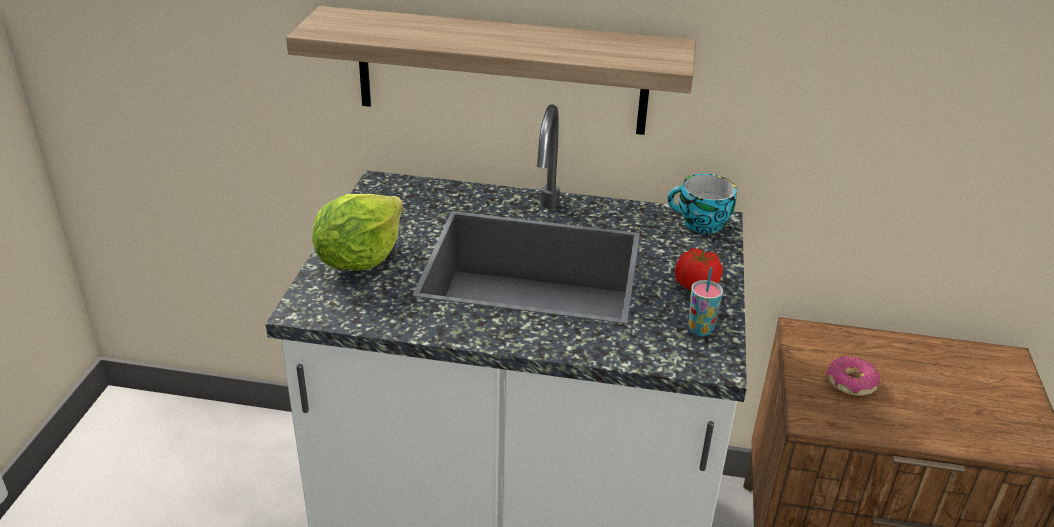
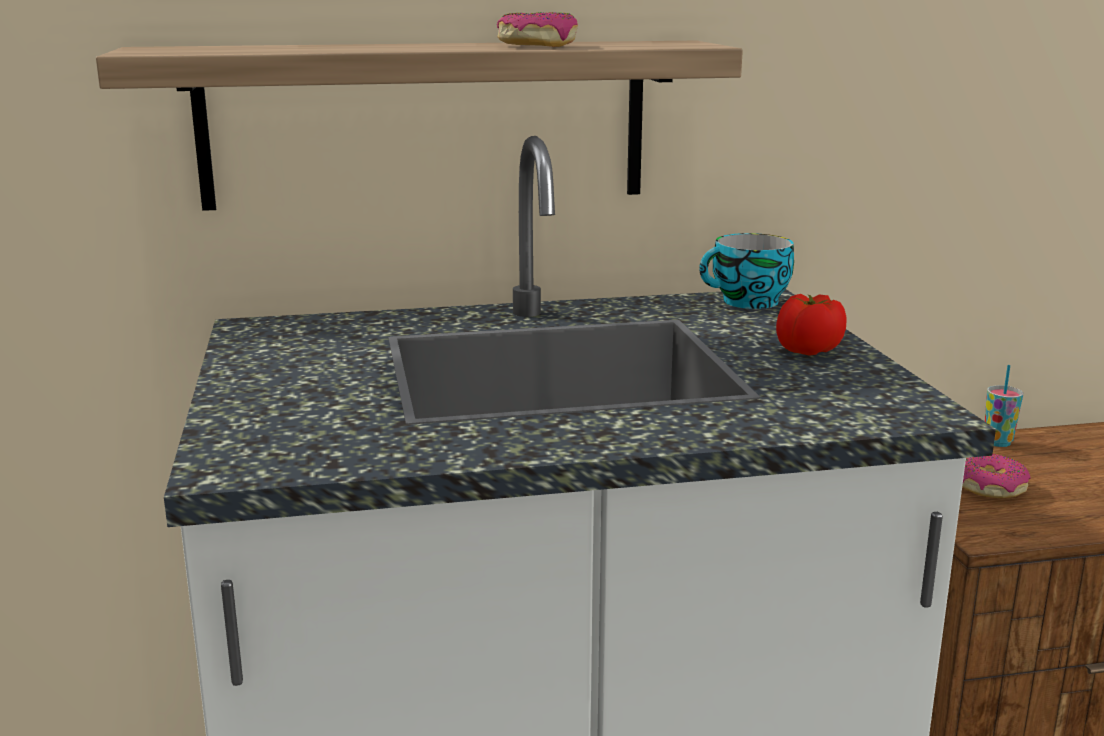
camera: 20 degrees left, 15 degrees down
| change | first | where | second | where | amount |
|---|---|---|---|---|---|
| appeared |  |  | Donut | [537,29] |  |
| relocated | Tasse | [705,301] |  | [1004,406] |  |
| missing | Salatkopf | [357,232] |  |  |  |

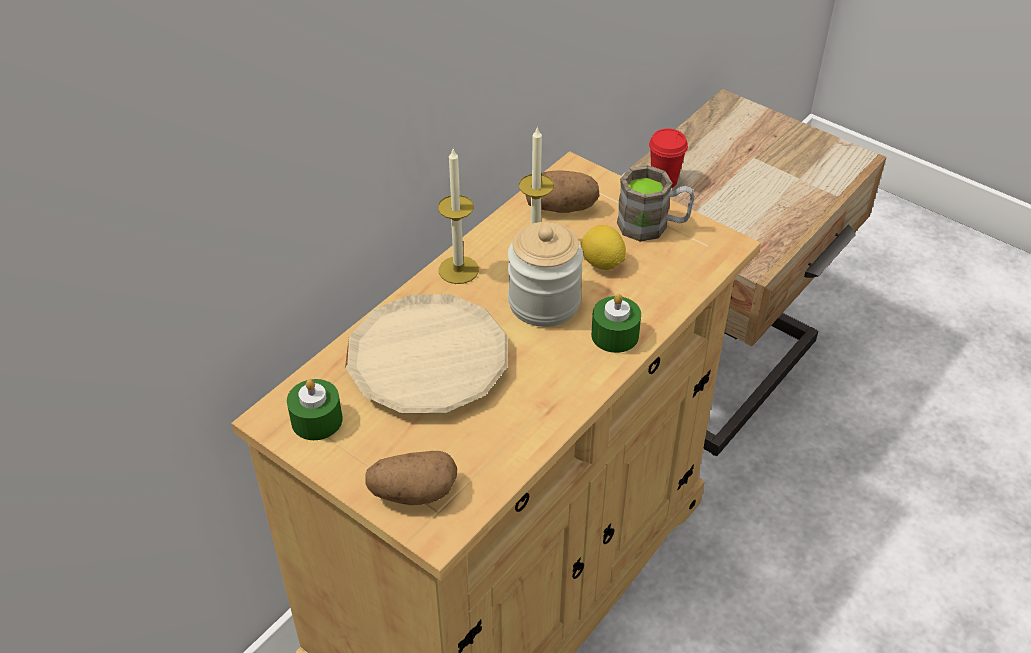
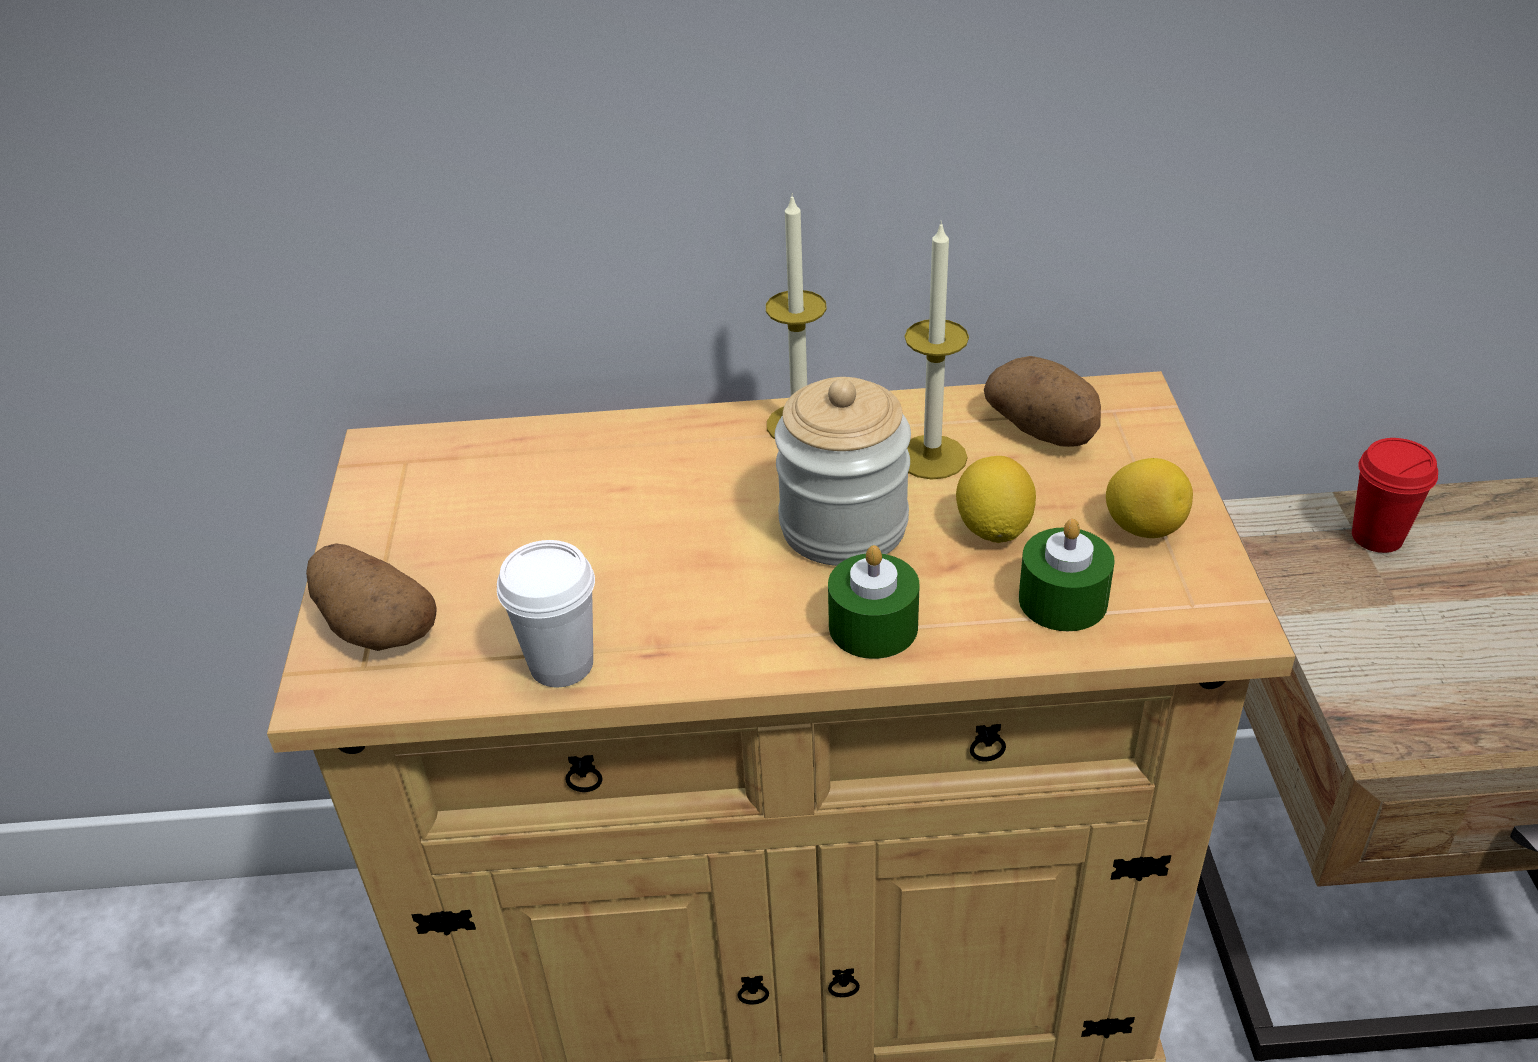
camera: 50 degrees right, 5 degrees down
| change | first | where | second | where | amount |
|---|---|---|---|---|---|
| appeared |  |  | Tasse/weiß | [546,613] |  |
| relocated | Kerze/grün | [314,409] |  | [1067,575] |  |
| exchanged | Henkelbecher/braun | [656,203] | Zitrone | [1149,498] |  |
| missing | Teller/beige | [426,354] |  |  |  |

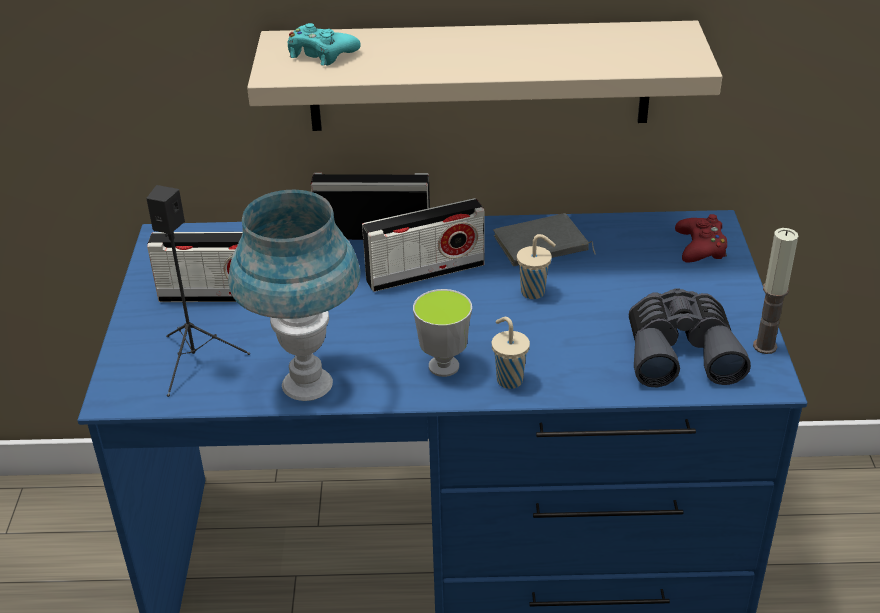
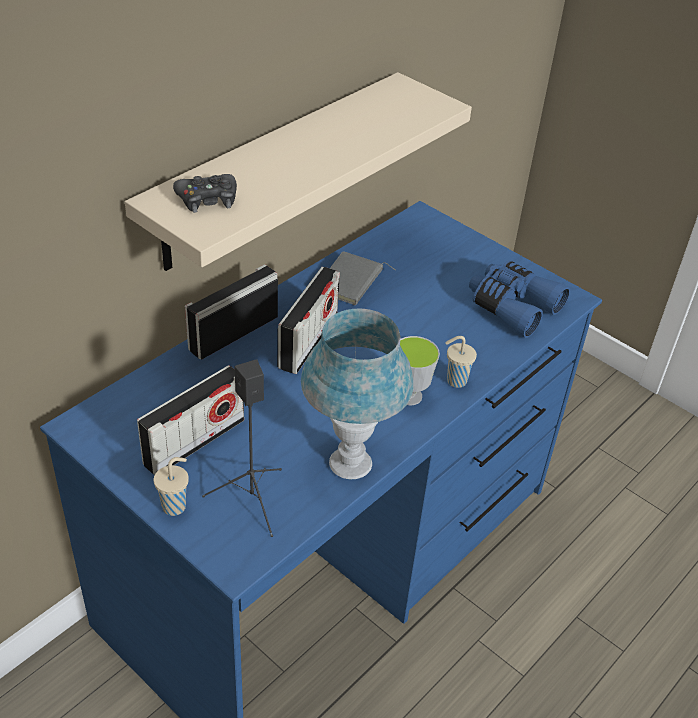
camera: 50 degrees left, 5 degrees up
| change | first | where | second | where | amount |
|---|---|---|---|---|---|
| relocated | Tasse/beige | [536,266] |  | [171,486] |  |
| colour | Gamepad/türkis | [324,44] | Gamepad/schwarz | [205,193] |  |
| colour | Fernglas/grau | [690,337] | Fernglas/blau | [519,299] |  |
| missing | Gamepad/rot | [701,238] |  |  |  |
| missing | Kerze | [775,291] |  |  |  |

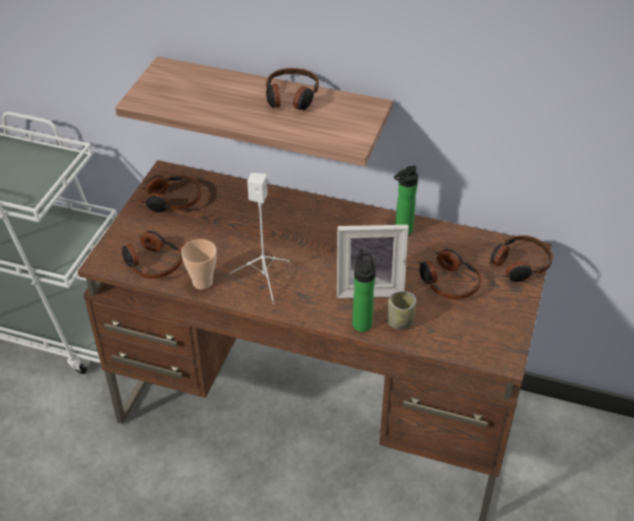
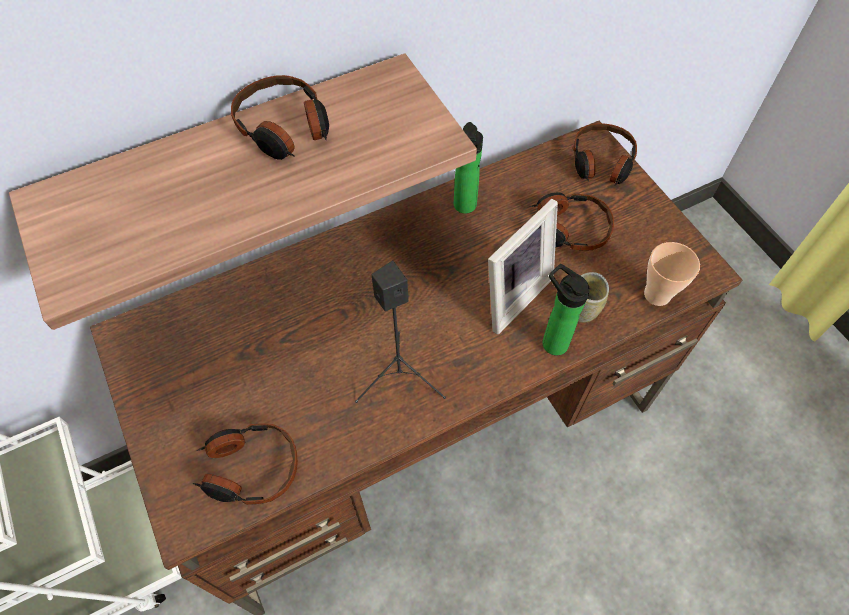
camera: 45 degrees left, 15 degrees up
| change | first | where | second | where | amount |
|---|---|---|---|---|---|
| colour | Lautsprecher/weiß | [260,238] | Lautsprecher/schwarz | [400,331] |  |
| relocated | Tasse | [199,264] |  | [672,274] |  |
| missing | Kopfhörer | [171,193] |  |  |  |

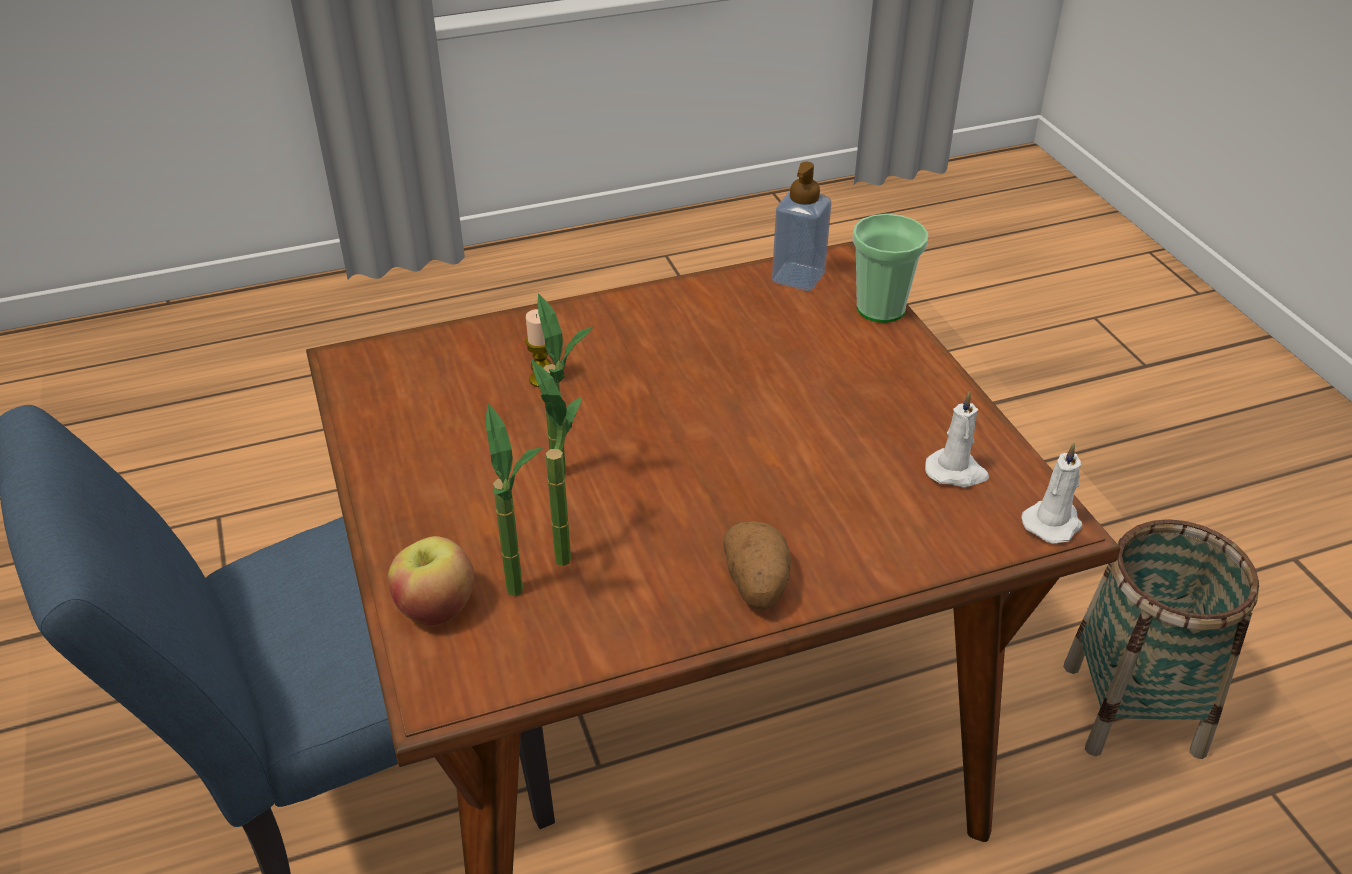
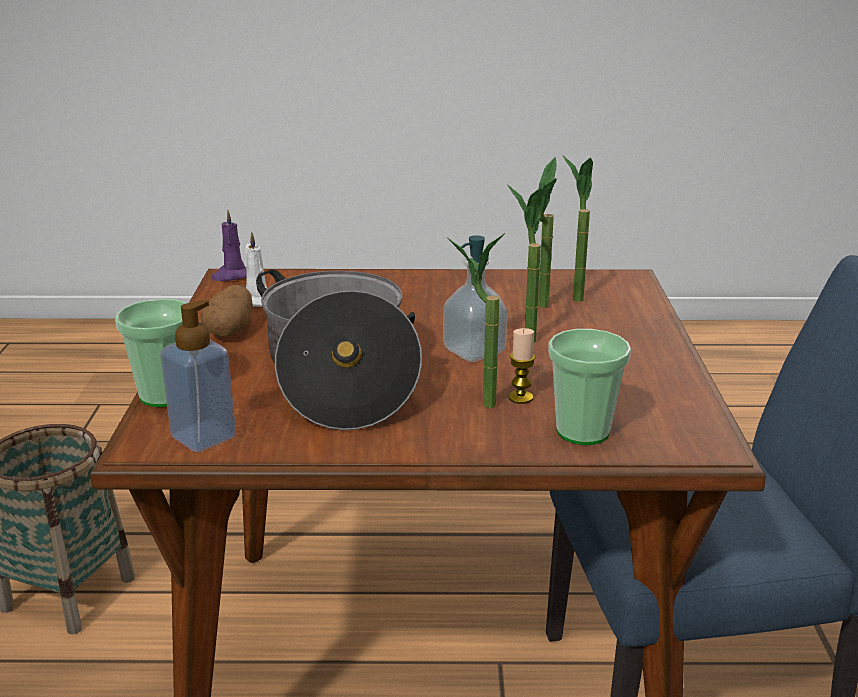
camera: 160 degrees left, 15 degrees down
| change | first | where | second | where | amount |
|---|---|---|---|---|---|
| relocated | Kartoffel | [757,565] |  | [226,311] |  |
| colour | Kerze/weiß | [1052,493] | Kerze/lila | [229,245] |  |
| appeared |  |  | Kochtopf | [339,349] |  |
| appeared |  |  | Seifenspender | [475,298] |  |
| appeared |  |  | Topfpflanze | [476,320] |  |
| appeared |  |  | Tasse | [589,387] |  |
| missing | Apfel | [431,580] |  |  |  |

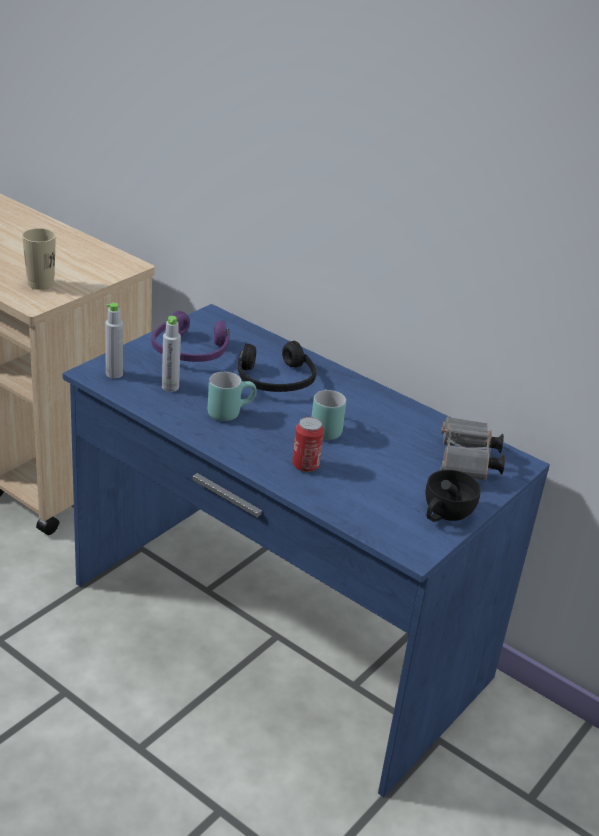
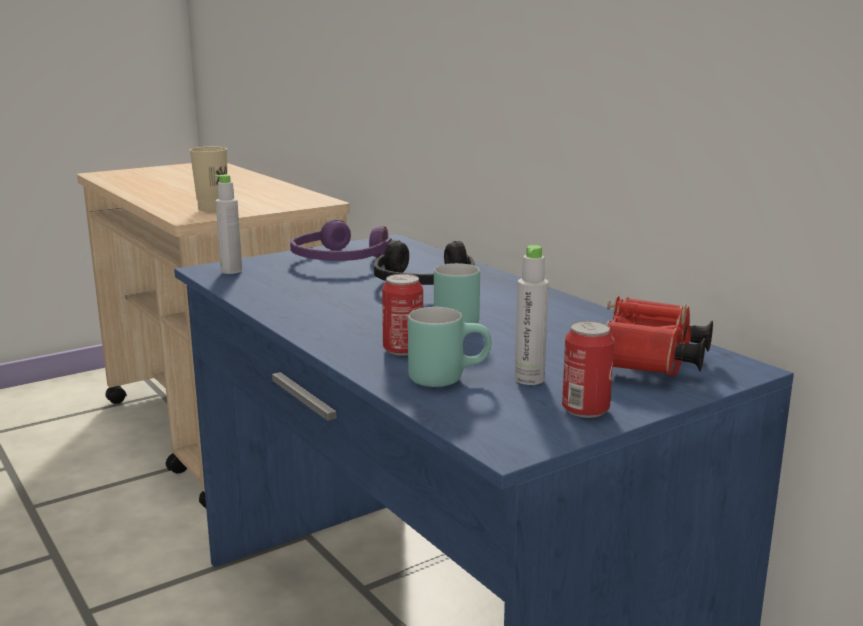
camera: 20 degrees right, 15 degrees down
| change | first | where | second | where | amount |
|---|---|---|---|---|---|
| relocated | Henkelbecher/türkis | [232,396] |  | [449,347] |  |
| relocated | Flasche/grau | [171,354] |  | [532,315] |  |
| exchanged | Tasse/schwarz | [453,496] | Dose | [588,369] |  |
| colour | Fernglas/grau | [472,449] | Fernglas/rot | [659,336] |  |

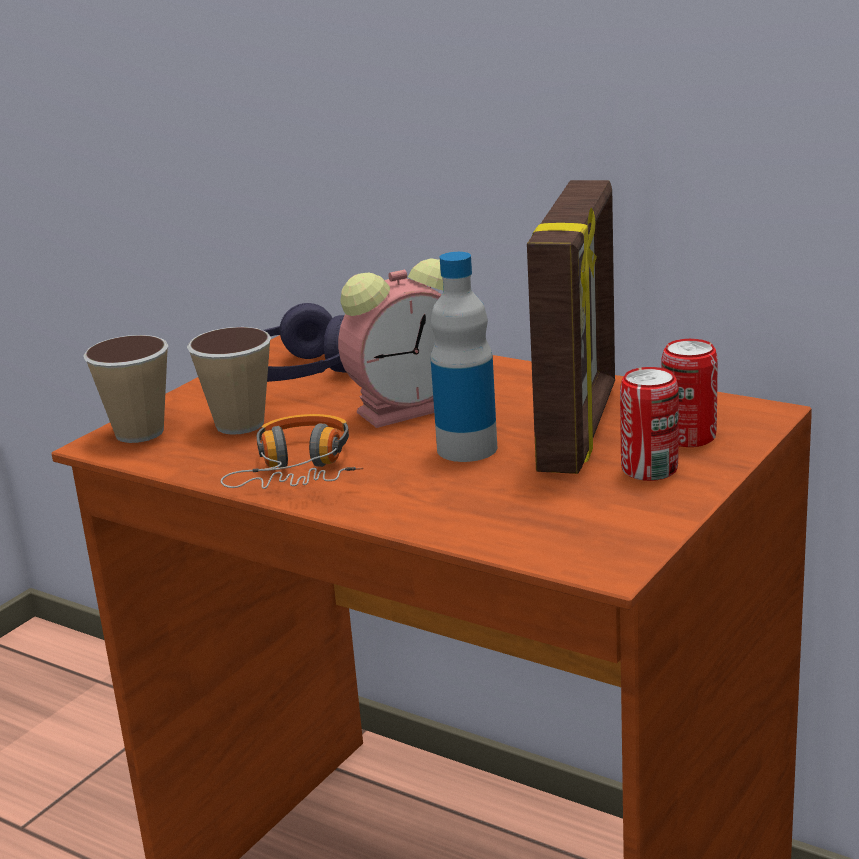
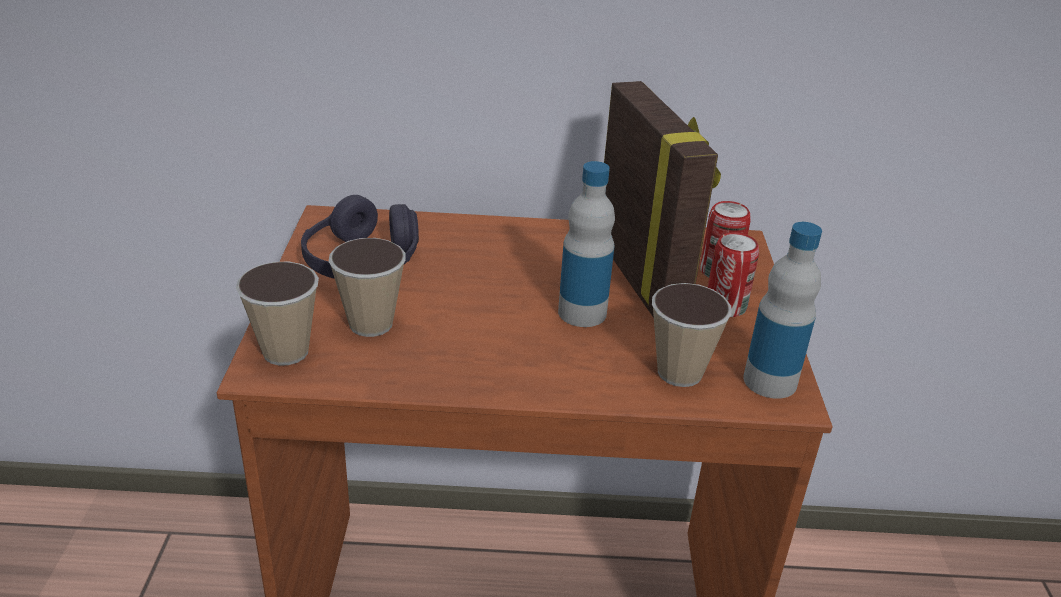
camera: 35 degrees left, 10 degrees up
| change | first | where | second | where | amount |
|---|---|---|---|---|---|
| appeared |  |  | Tasse | [692,335] |  |
| appeared |  |  | Flasche | [782,310] |  |
| missing | Kopfhörer | [292,451] |  |  |  |
| missing | Wecker | [390,343] |  |  |  |

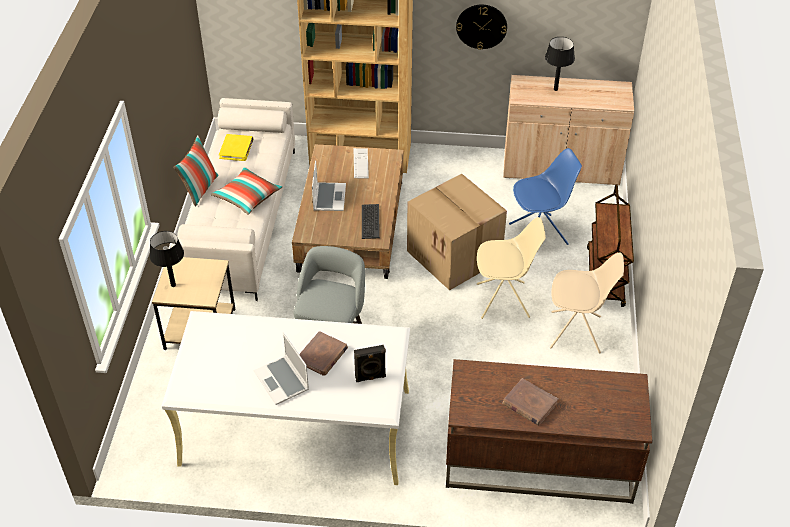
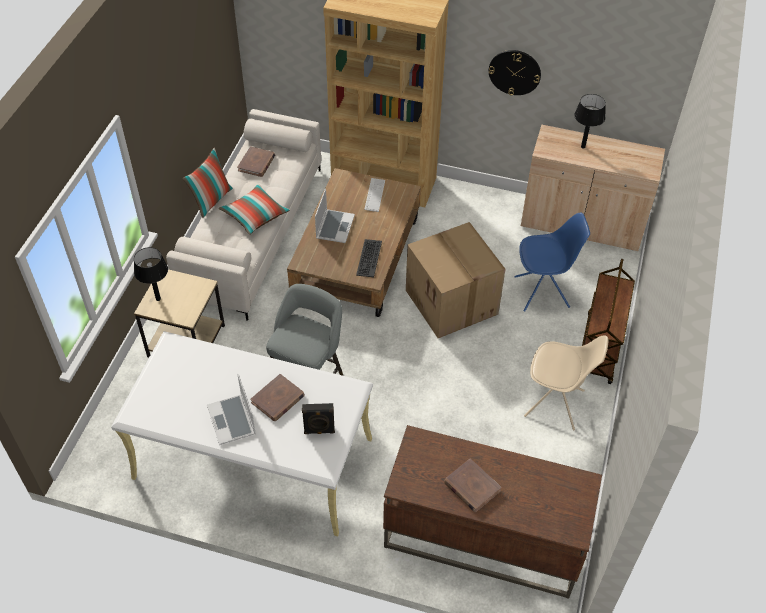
camera: 10 degrees right, 5 degrees up
| change | first | where | second | where | amount |
|---|---|---|---|---|---|
| colour | Buch/gelb | [236,147] | Buch/braun | [256,161] |  |
| missing | Stuhl/beige | [511,268] |  |  |  |

